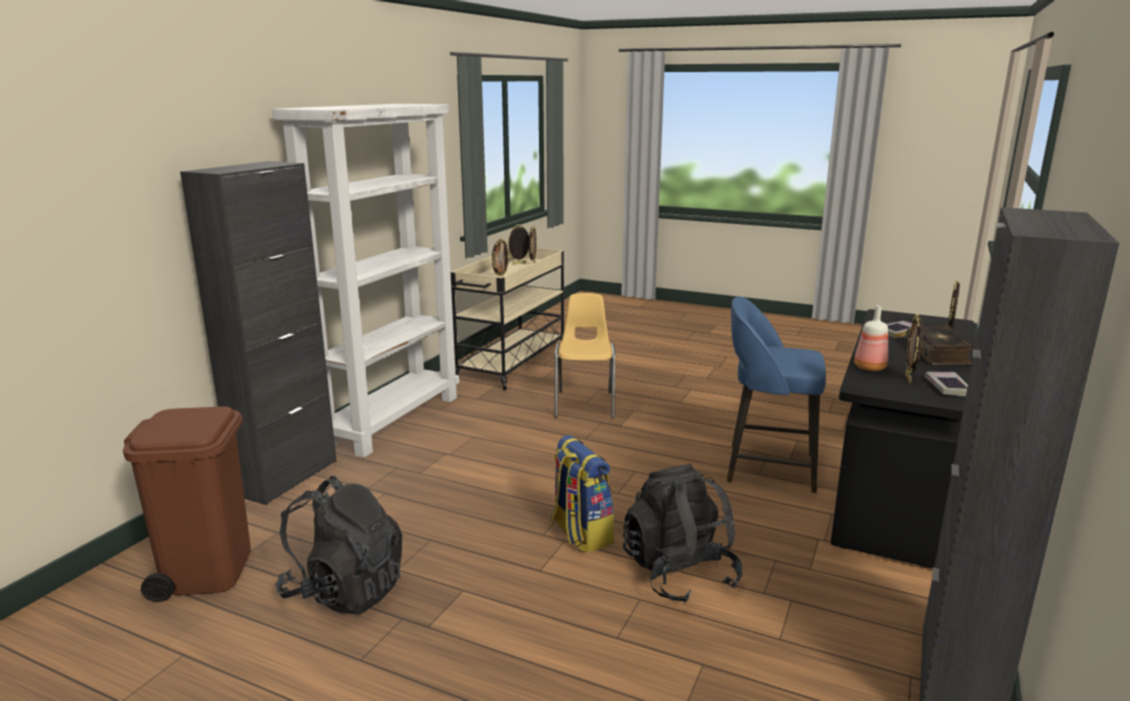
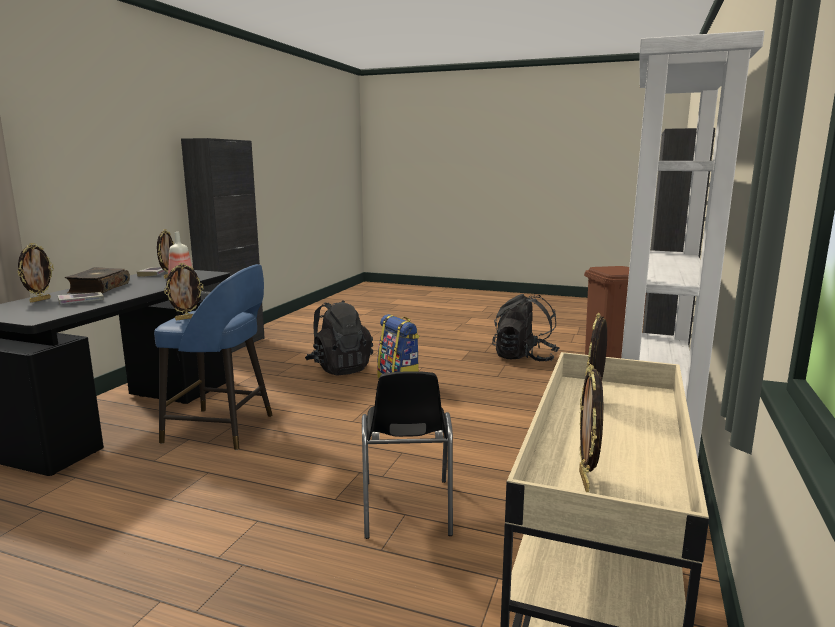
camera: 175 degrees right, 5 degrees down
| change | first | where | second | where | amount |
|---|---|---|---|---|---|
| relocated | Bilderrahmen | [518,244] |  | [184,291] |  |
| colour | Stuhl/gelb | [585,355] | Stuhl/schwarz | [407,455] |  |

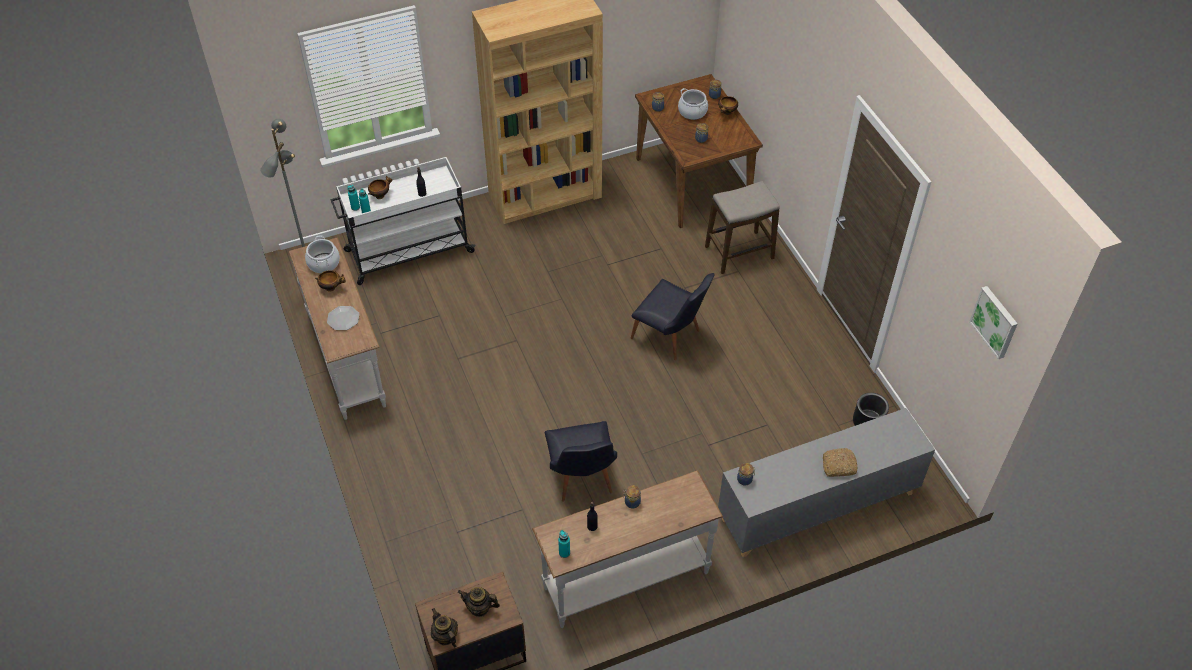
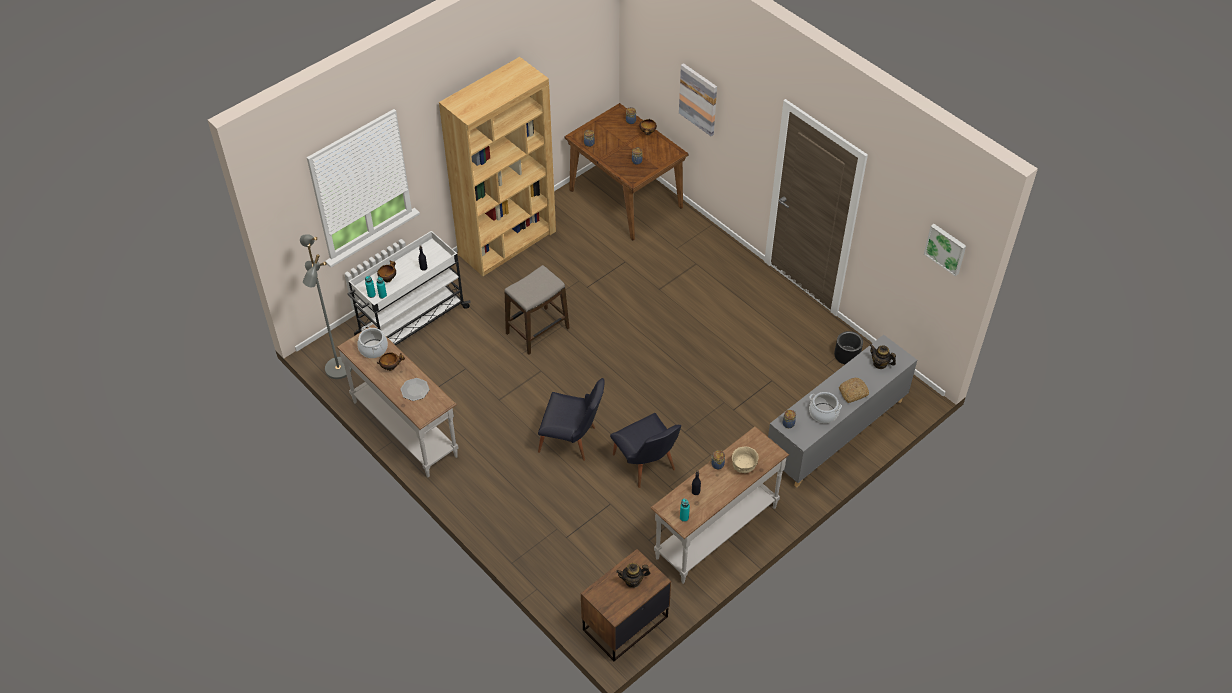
camera: 20 degrees left, 0 degrees up
| change | first | where | second | where | amount |
|---|---|---|---|---|---|
| relocated | Hocker | [742,227] |  | [537,310] |  |
| relocated | Stuhl/schwarz | [673,316] |  | [571,419] |  |
| appeared |  |  | Bild | [698,99] |  |
| appeared |  |  | Schüssel/beige | [745,459] |  |
| relocated | Kochtopf | [693,104] |  | [825,407] |  |
| relocated | Teekanne | [444,627] |  | [883,356] |  |

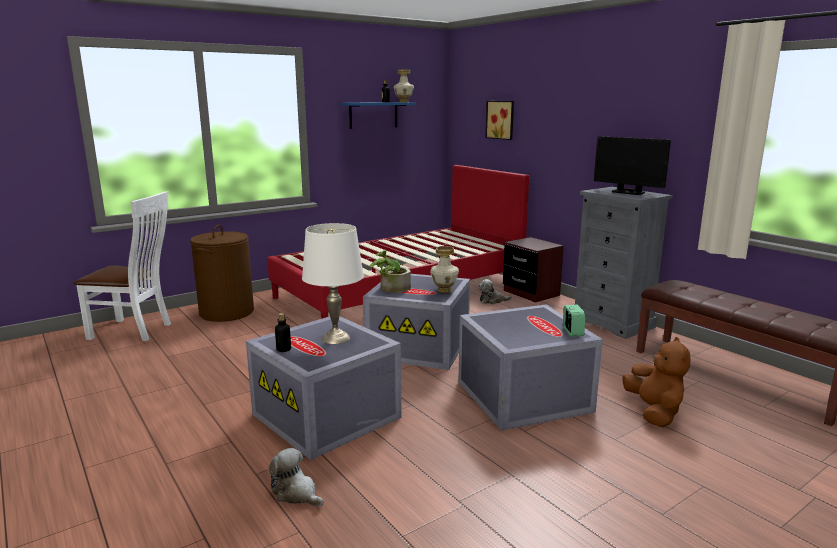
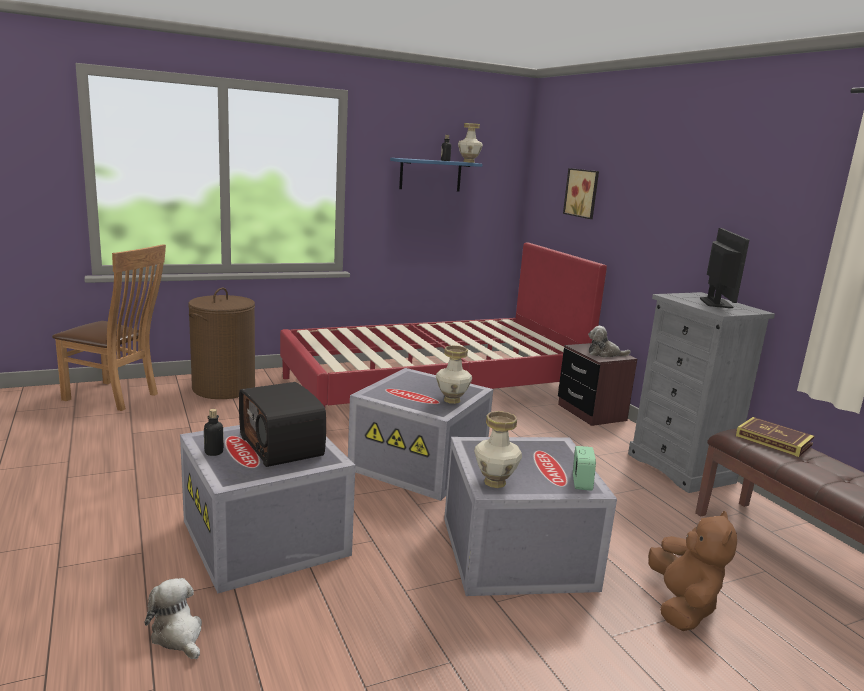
camera: 10 degrees right, 0 degrees up
| change | first | where | second | where | amount |
|---|---|---|---|---|---|
| colour | Stuhl/weiß | [122,266] | Stuhl/braun | [109,327] |  |
| exchanged | Tischlampe/weiß | [333,283] | Radio | [282,424] |  |
| appeared |  |  | Vase | [498,449] |  |
| relocated | Plüschtier | [495,291] |  | [609,342] |  |
| spun | Monitor | [632,165] |  | [724,268] | 135 degrees counterclockwise |
| appeared |  |  | Buch | [775,437] |  |
| missing | Topfpflanze | [390,271] |  |  |  |

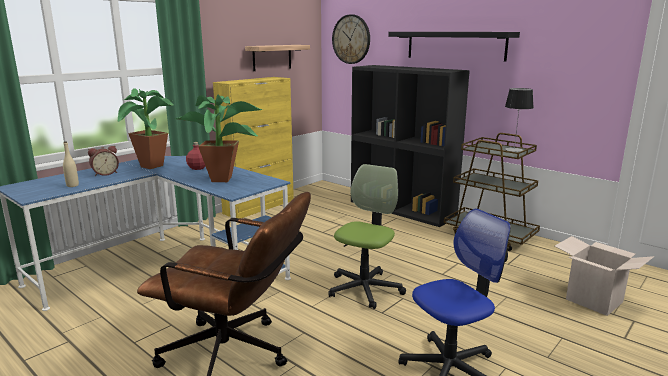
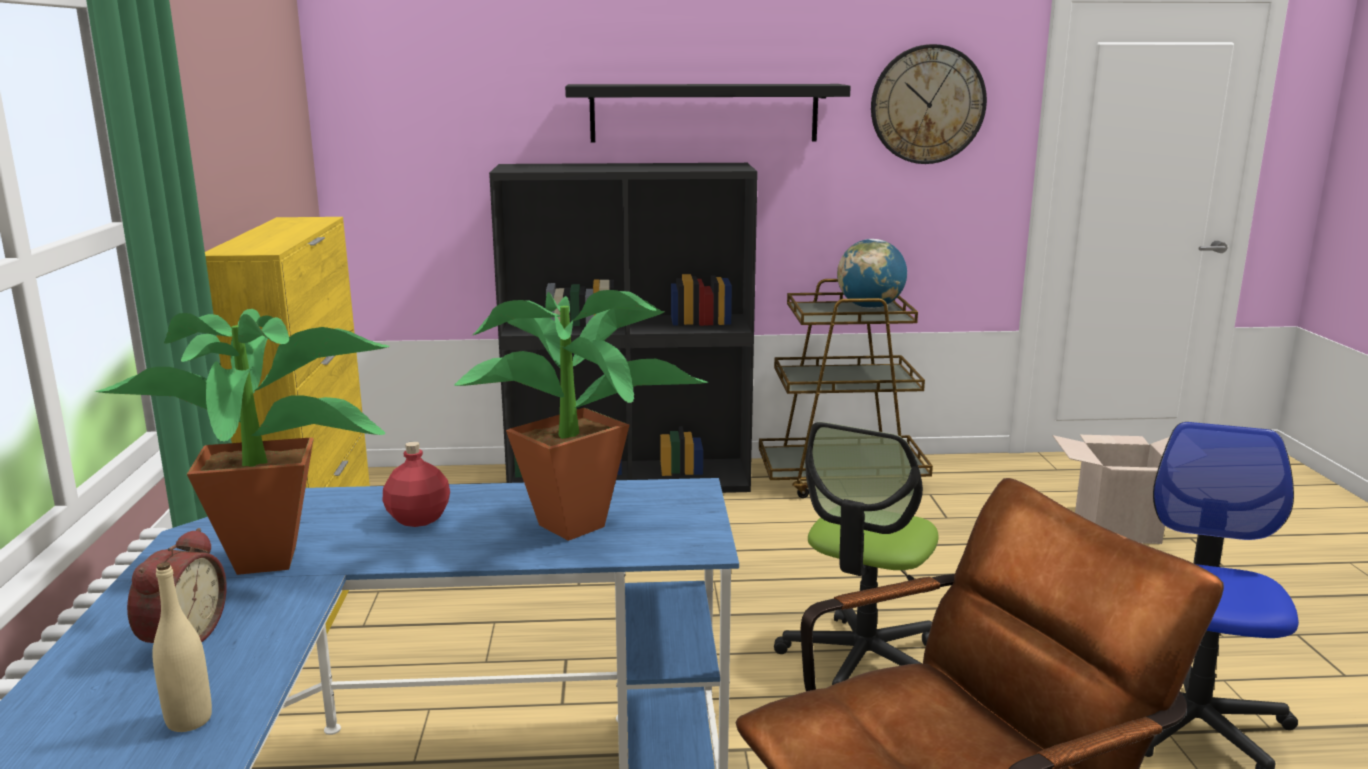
camera: 45 degrees left, 0 degrees up
| change | first | where | second | where | amount |
|---|---|---|---|---|---|
| spun | Bürostuhl | [367,236] |  | [856,553] | 135 degrees counterclockwise |
| exchanged | Tischlampe | [519,120] | Globus | [872,273] |  |
| relocated | Wanduhr | [351,39] |  | [929,104] |  |
| missing | Wandregal | [277,58] |  |  |  |

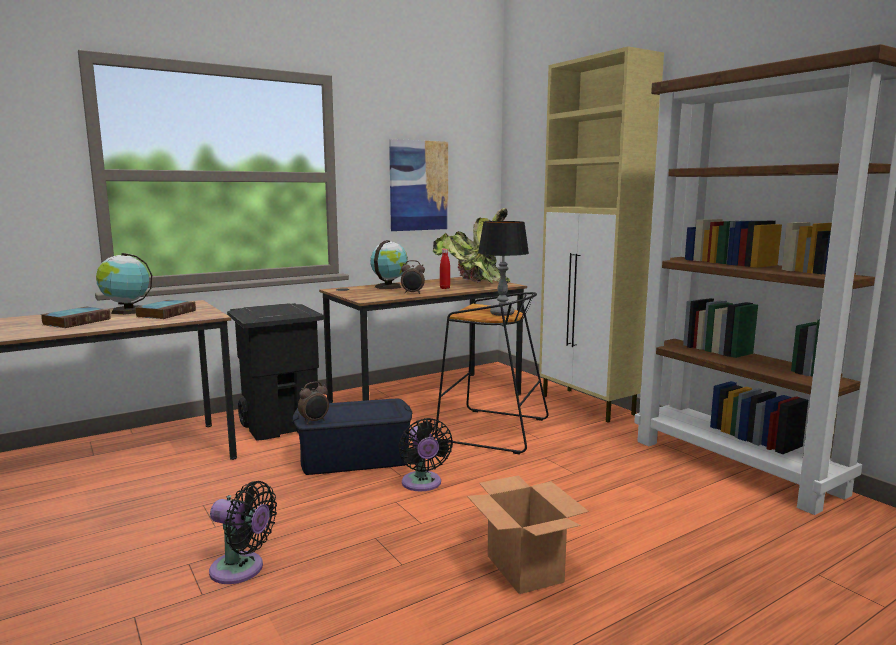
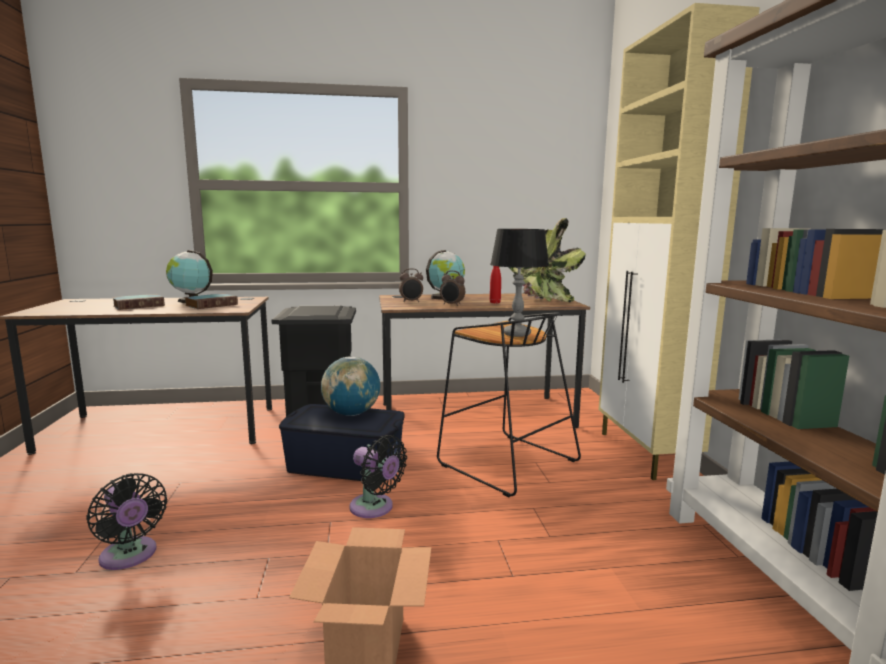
camera: 25 degrees right, 0 degrees up
| change | first | where | second | where | amount |
|---|---|---|---|---|---|
| appeared |  |  | Globus | [350,386] |  |
| spun | Ventilator/schwarz | [425,454] |  | [378,476] | 60 degrees counterclockwise |
| relocated | Wecker | [313,403] |  | [411,285] |  |
| missing | Bild | [418,185] |  |  |  |

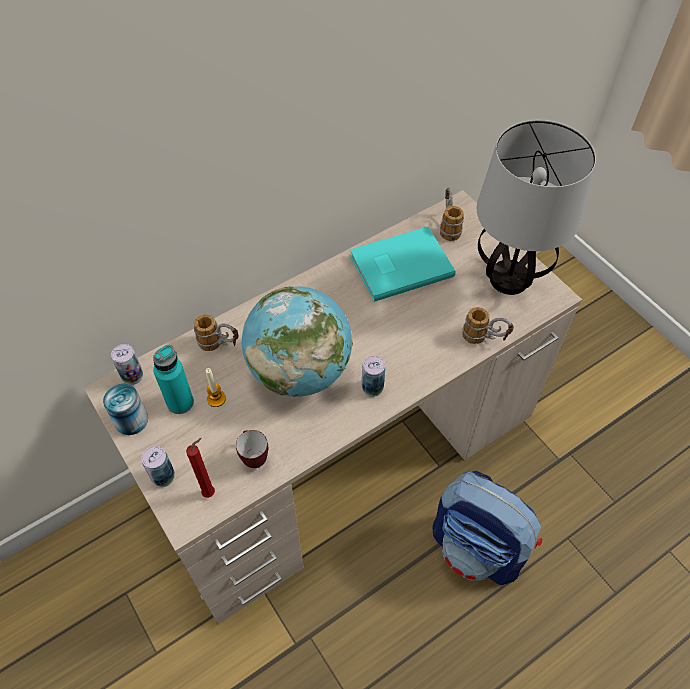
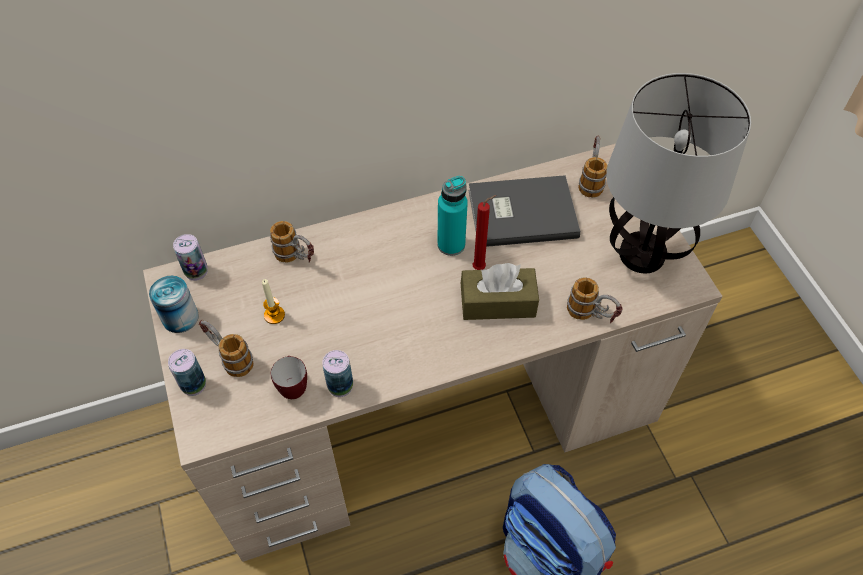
camera: 15 degrees right, 0 degrees up
| change | first | where | second | where | amount |
|---|---|---|---|---|---|
| appeared |  |  | Henkelbecher | [226,348] |  |
| relocated | Dose | [373,376] |  | [337,373] |  |
| relocated | Flasche/türkis | [173,379] |  | [452,216] |  |
| appeared |  |  | Taschentuchbox/braun | [500,291] |  |
| colour | Buch/türkis | [402,264] | Buch/grau | [524,211] |  |
| relocated | Kerze/rot | [200,468] |  | [484,232] |  |
| missing | Globus | [297,341] |  |  |  |

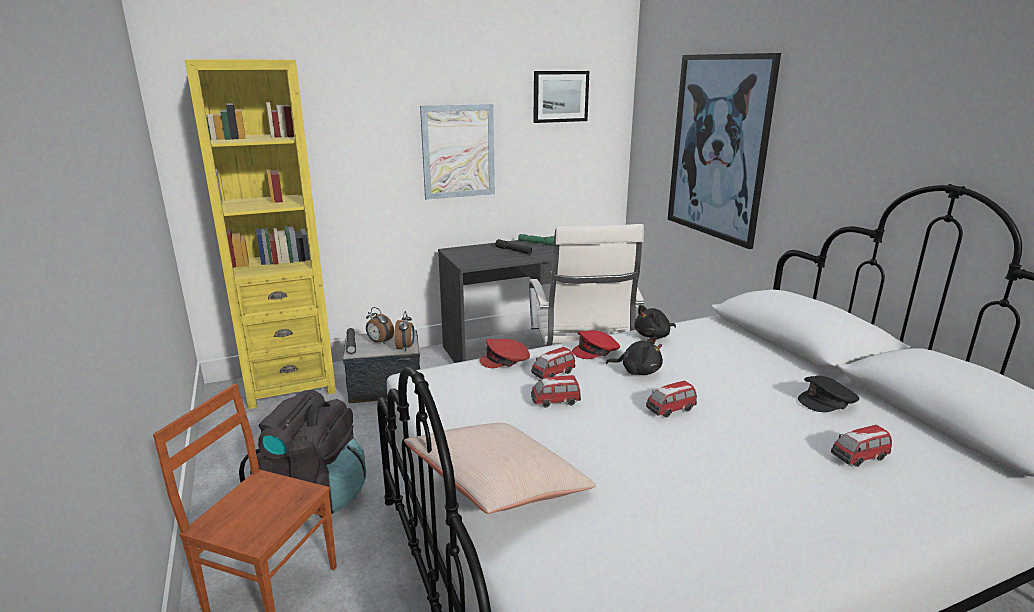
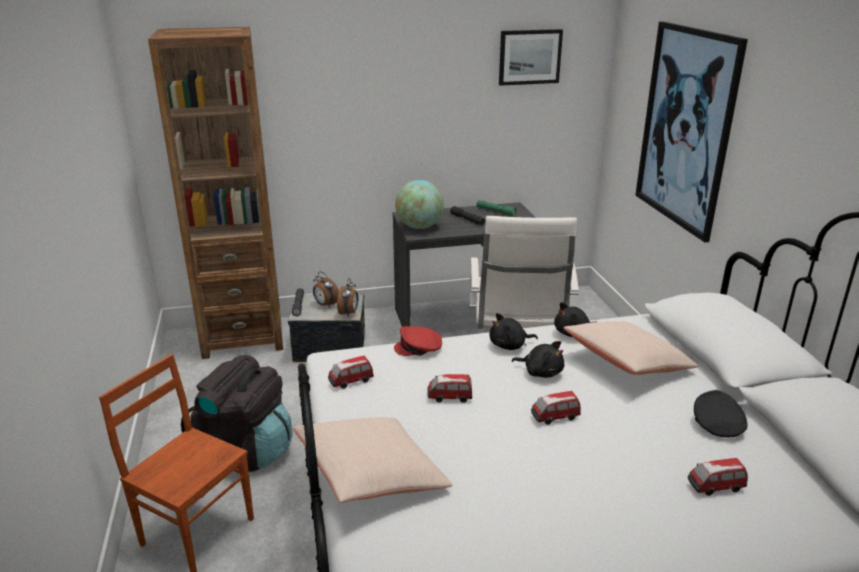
camera: 10 degrees right, 5 degrees up
| change | first | where | second | where | amount |
|---|---|---|---|---|---|
| colour | Bücherregal/gelb | [260,234] | Bücherregal/braun | [215,193] |  |
| relocated | Spielzeugauto | [553,363] |  | [351,372] |  |
| appeared |  |  | Globus | [419,204] |  |
| exchanged | Kappe/rot | [596,344] | Plüschtier/schwarz | [513,331] |  |
| appeared |  |  | Kissen/beige | [631,348] |  |
| spun | Kappe/schwarz | [828,394] |  | [721,413] | 105 degrees clockwise |
| missing | Bild | [457,152] |  |  |  |

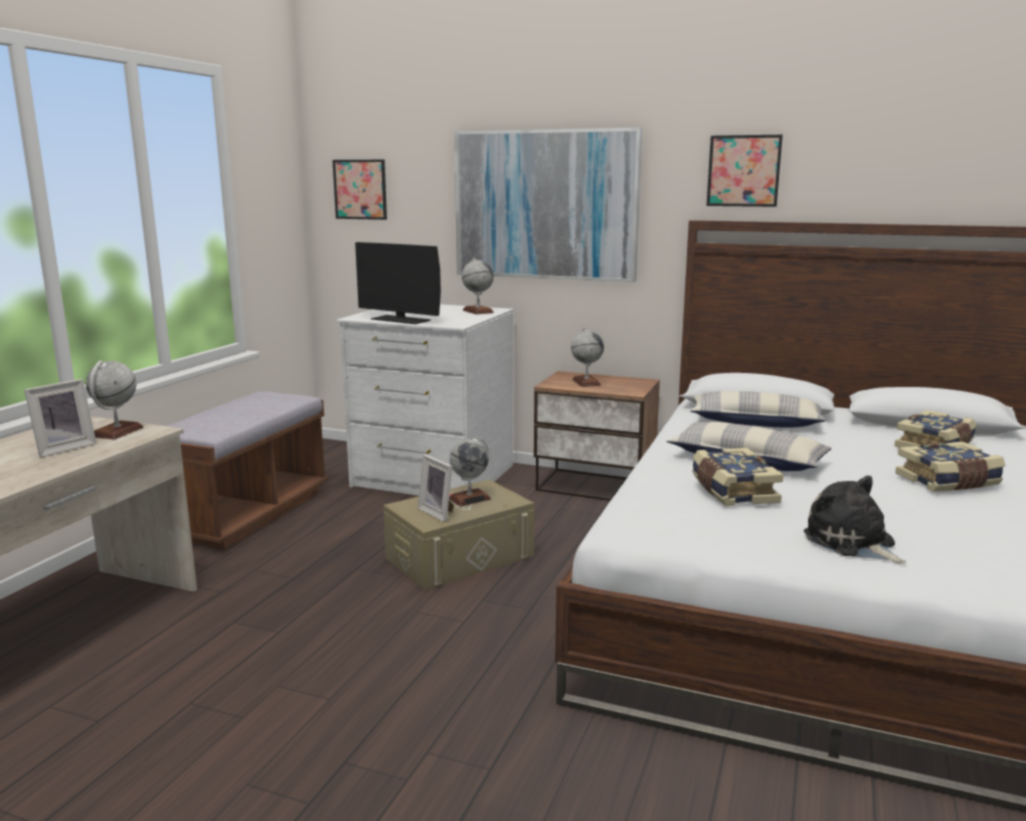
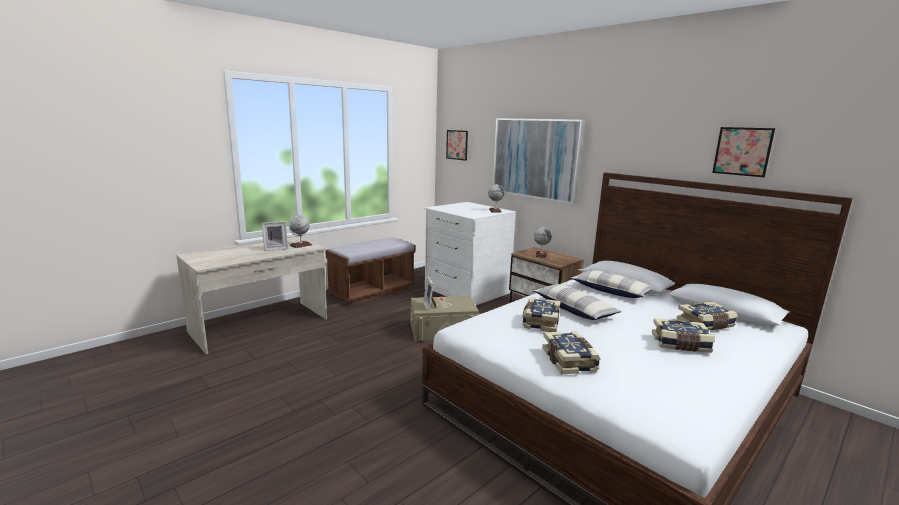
camera: 25 degrees right, 0 degrees up
| change | first | where | second | where | amount |
|---|---|---|---|---|---|
| exchanged | Plüschtier | [855,520] | Buch | [571,352] |  |
| relocated | Bild | [744,171] |  | [743,152] |  |
| missing | Monitor | [398,283] |  |  |  |
| missing | Globus | [470,471] |  |  |  |

